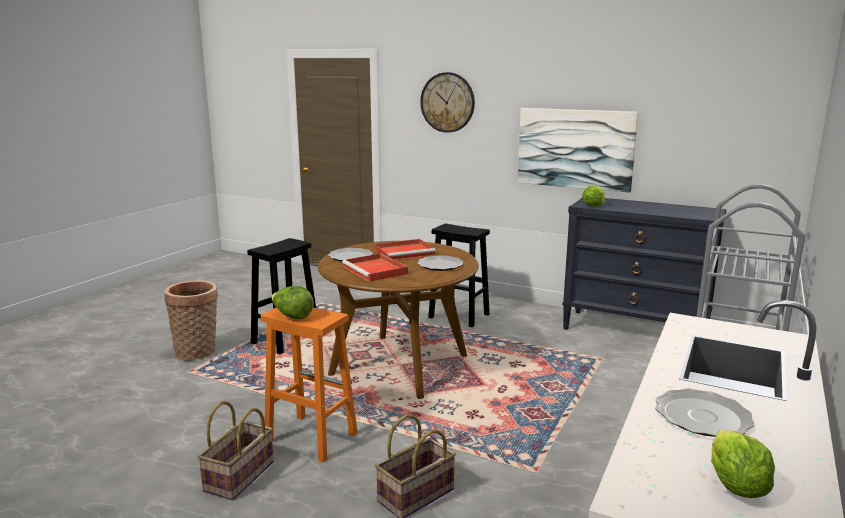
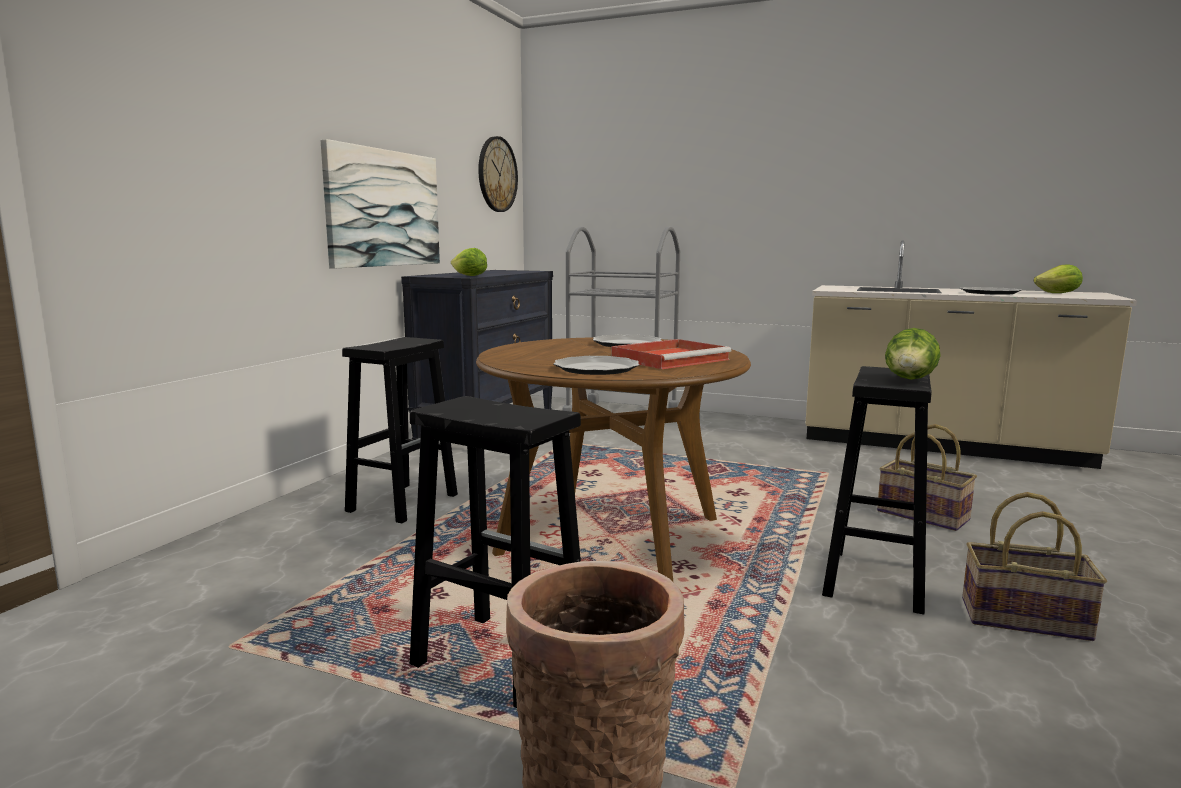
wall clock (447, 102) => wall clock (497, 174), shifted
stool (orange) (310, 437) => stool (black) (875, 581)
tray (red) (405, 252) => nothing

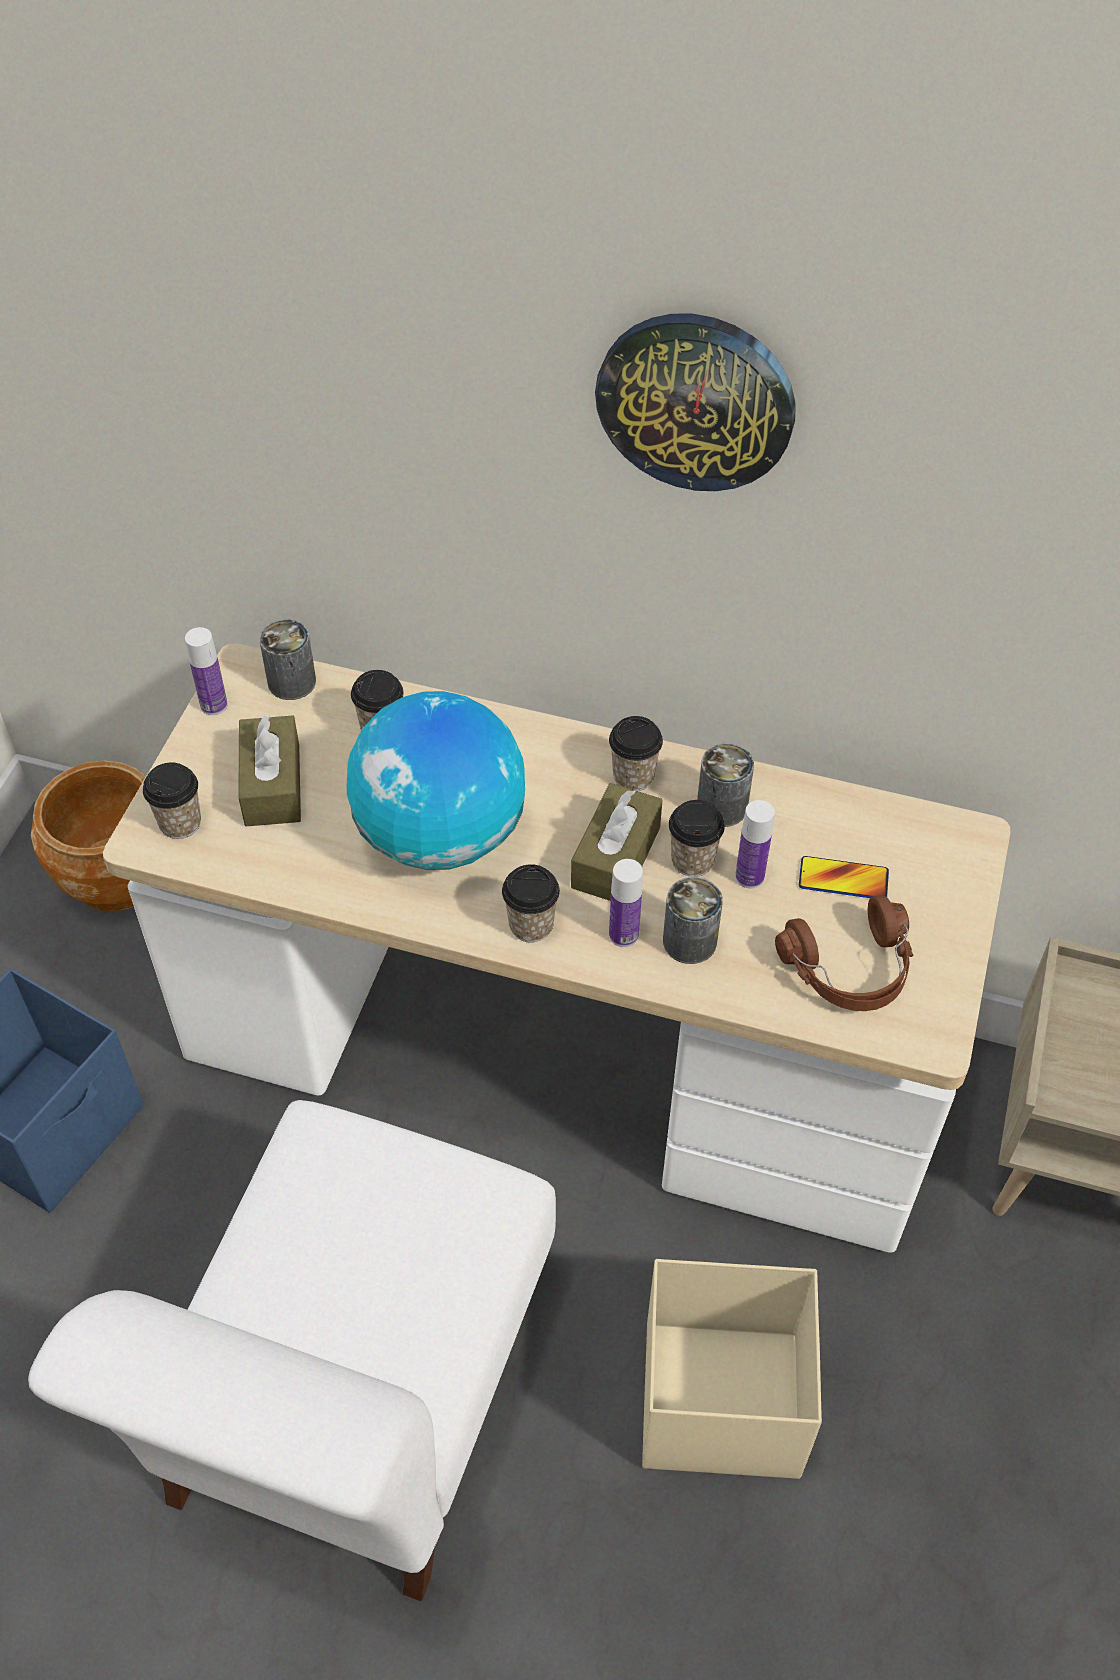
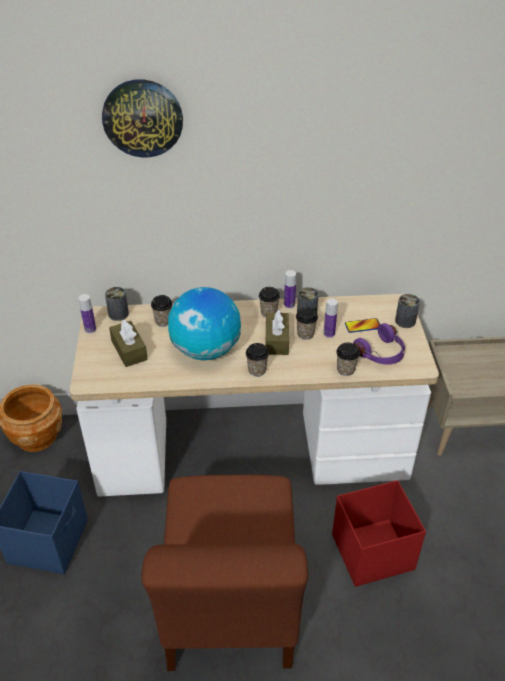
wall clock (696, 401) => wall clock (142, 118), shifted
chair (white) (354, 1403) => chair (brown) (229, 603)
bottle (623, 935) => bottle (289, 305), shifted
storage box (beige) (718, 1398) => storage box (red) (371, 552)
cup (180, 823) => cup (345, 370), shifted
headphones (brown) (850, 971) => headphones (purple) (381, 354)
can (689, 941) => can (405, 321), shifted

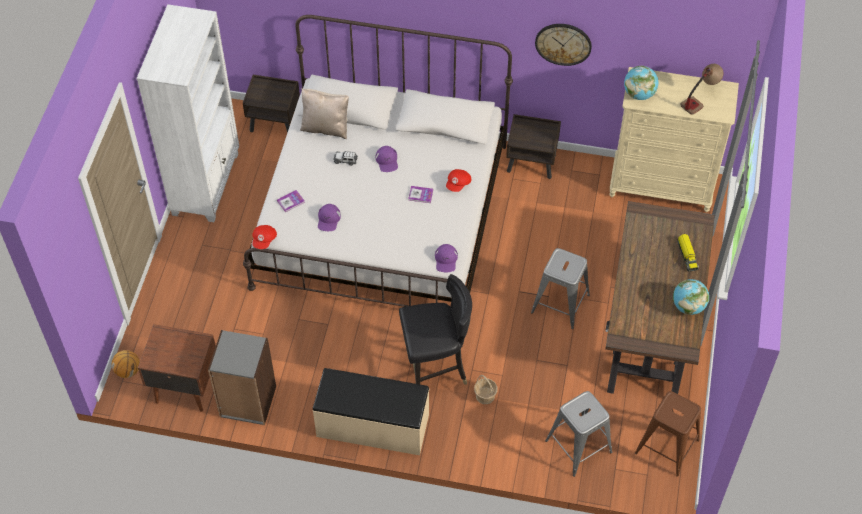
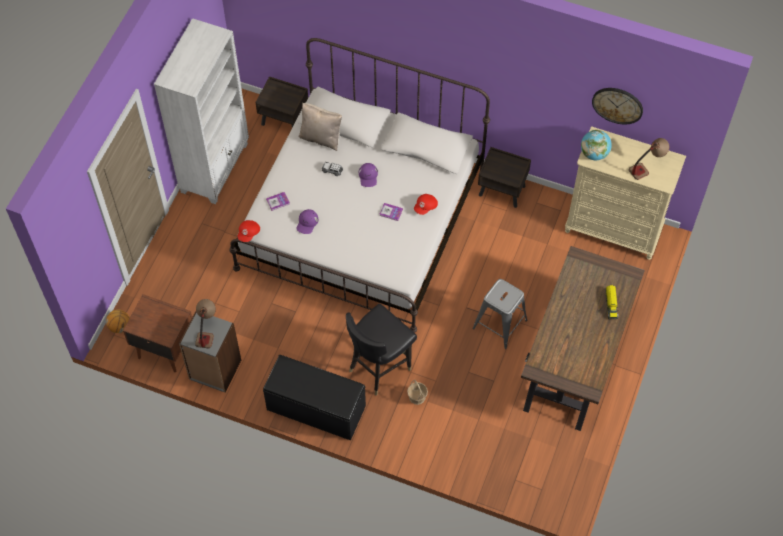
nothing => table lamp (206, 331)
bench (beige) (372, 426) => bench (black) (316, 408)
chair (black) (435, 370) => chair (black) (379, 367), 135 degrees clockwise
wall clock (563, 43) => wall clock (617, 105), shifted
cap (purple) (446, 260) => nothing
stool (grey) (578, 446) => nothing
stool (brown) (666, 446) => nothing
globe (688, 306) => nothing

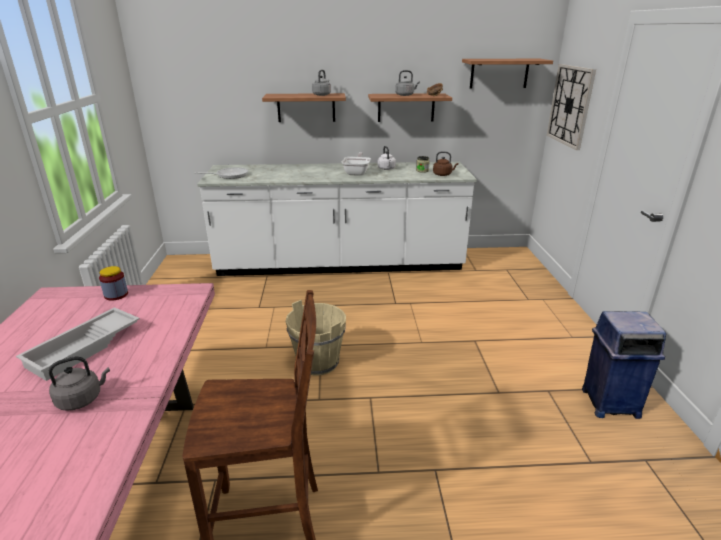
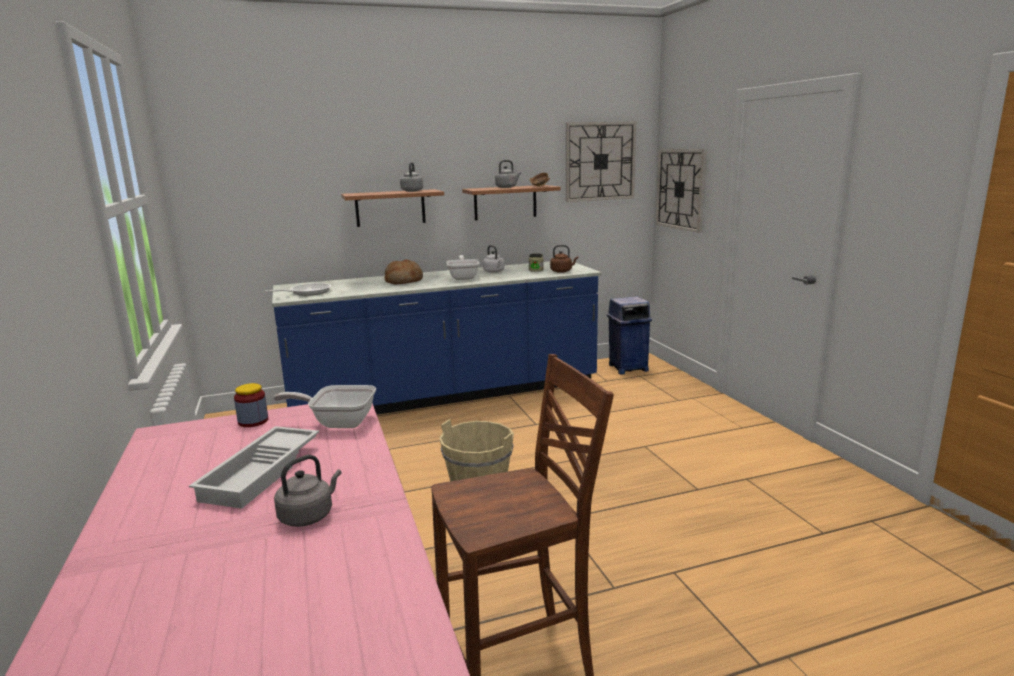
counter (white) (340, 264) => counter (blue) (446, 395)
nothing => frying pan (338, 422)
nothing => bread (404, 281)
shelf (499, 73) => wall clock (600, 161)
trash can (blue) (608, 403) => trash can (blue) (627, 368), shifted

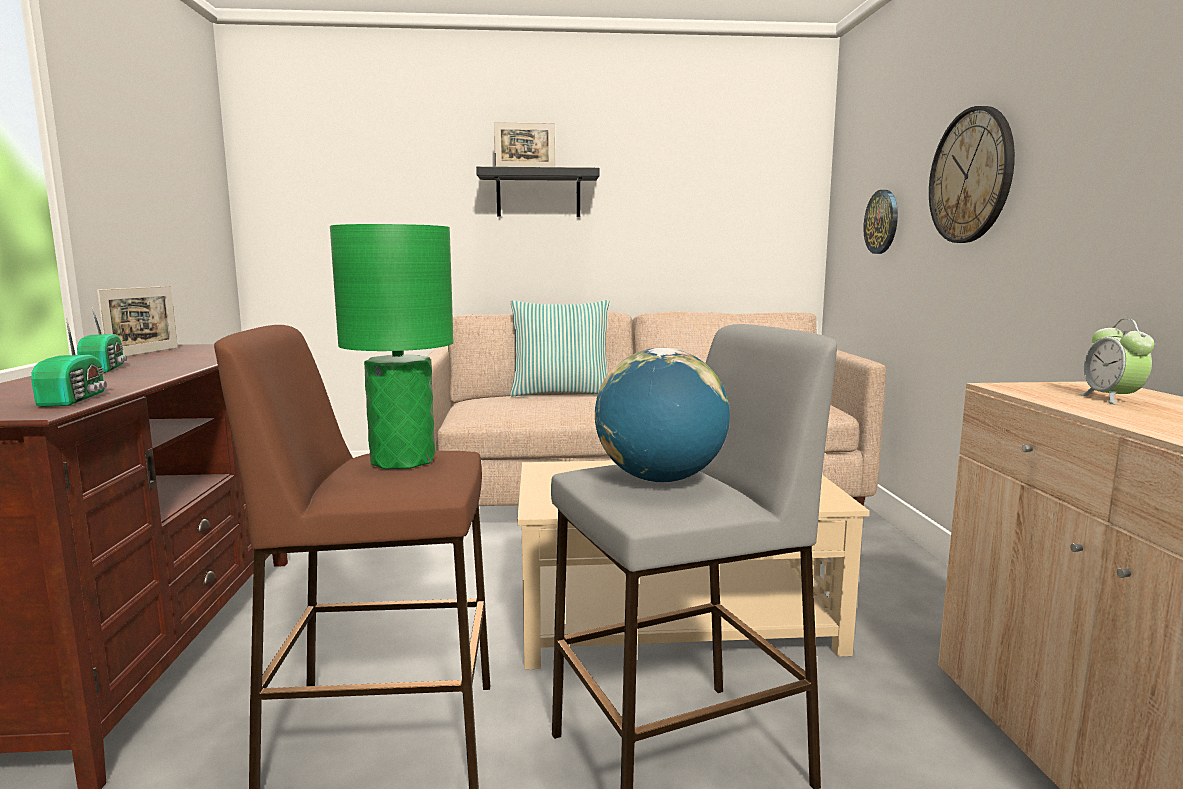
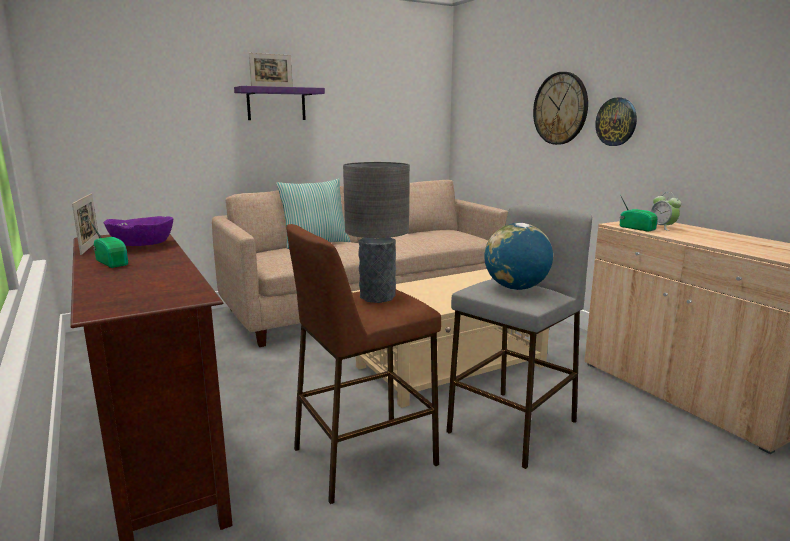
nothing => bowl (purple) (142, 245)
shelf (black) (538, 194) => shelf (purple) (276, 104)
table lamp (green) (402, 461) => table lamp (grey) (377, 297)
wall clock (882, 222) => wall clock (616, 122), shifted
radio (76, 398) => radio (636, 228), shifted

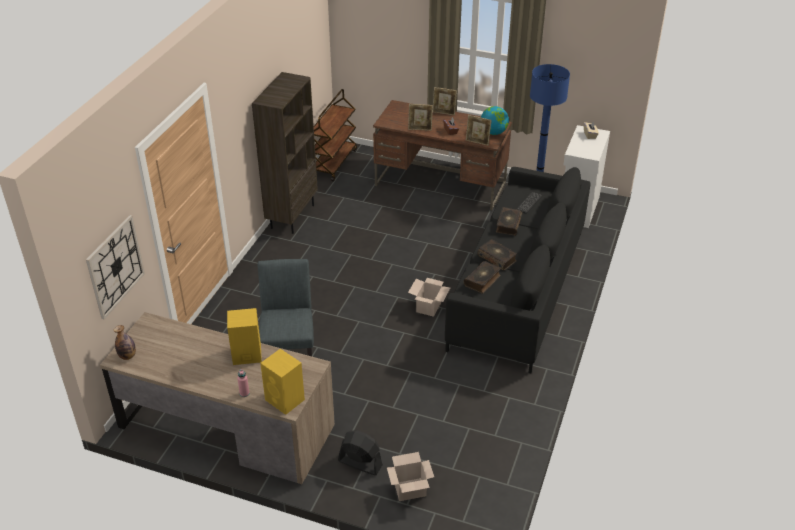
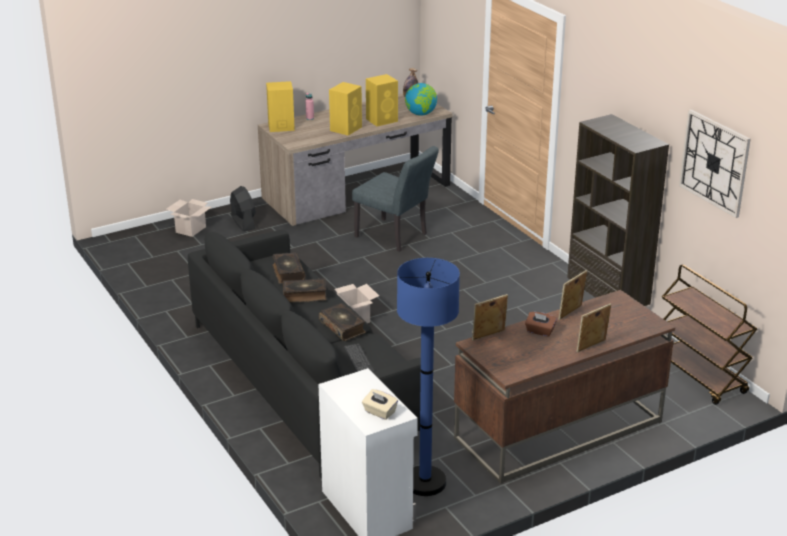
fan (black) (360, 463) => fan (black) (243, 222), 90 degrees counterclockwise
nothing => speaker (yellow) (382, 120)
globe (493, 132) => globe (421, 114), shifted
wall clock (115, 266) => wall clock (714, 162), shifted

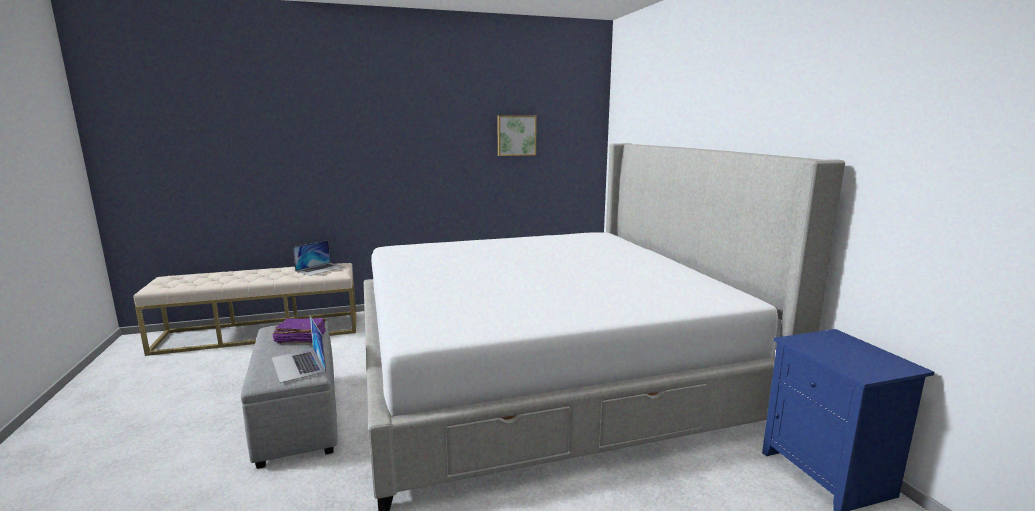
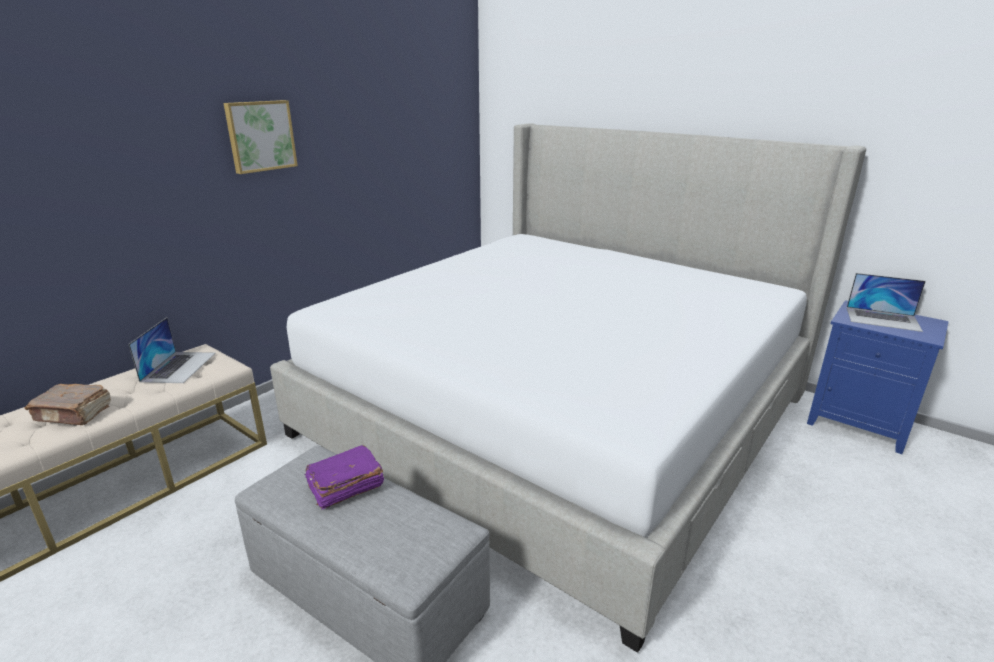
nothing => book (brown) (74, 414)
picture (516, 135) => picture (260, 136), shifted
laptop (298, 365) => laptop (883, 319), shifted

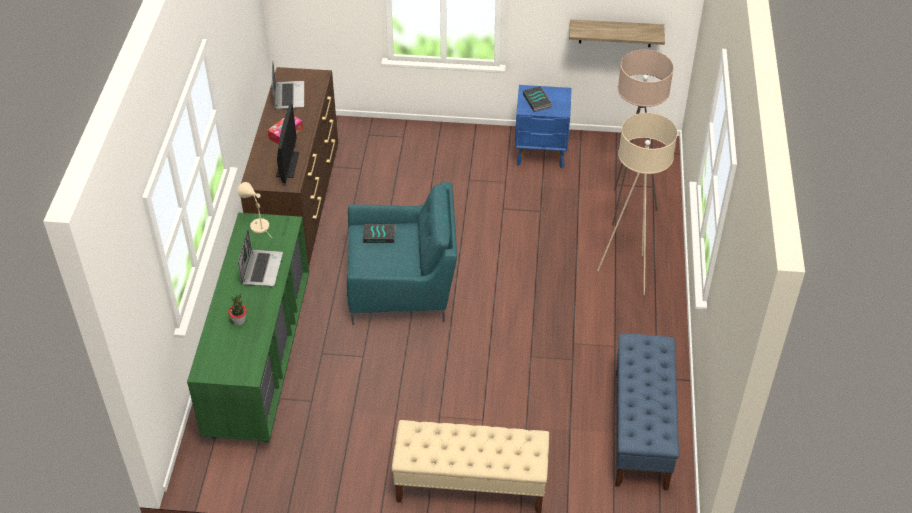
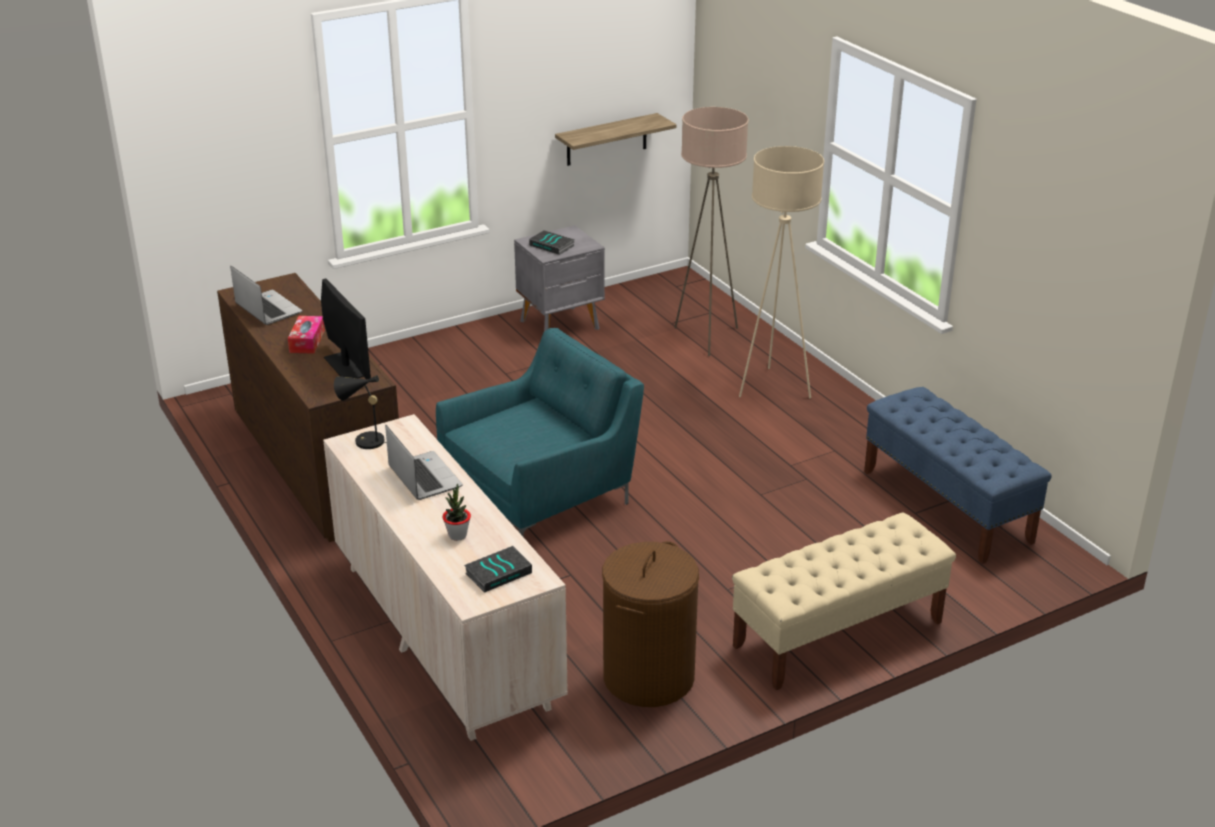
dresser (green) (260, 361) => dresser (beige) (444, 634)
table lamp (beige) (257, 225) => table lamp (black) (365, 441)
book (379, 235) => book (498, 572), shifted
nightstand (blue) (541, 153) => nightstand (grey) (561, 325)
nothing => laundry basket (brown) (648, 677)

